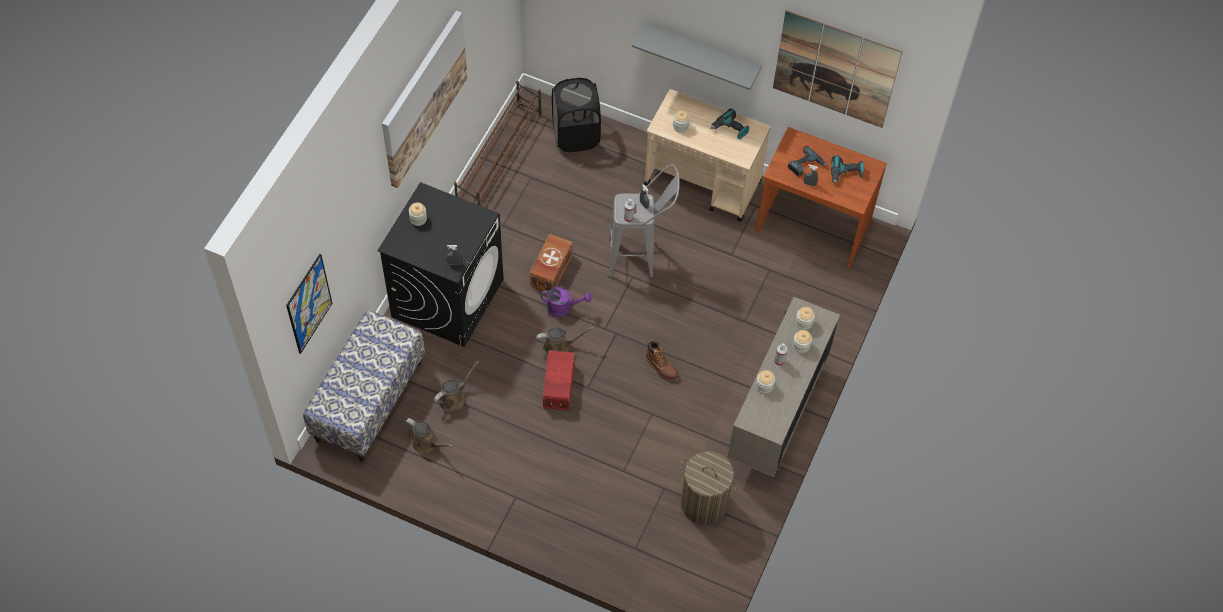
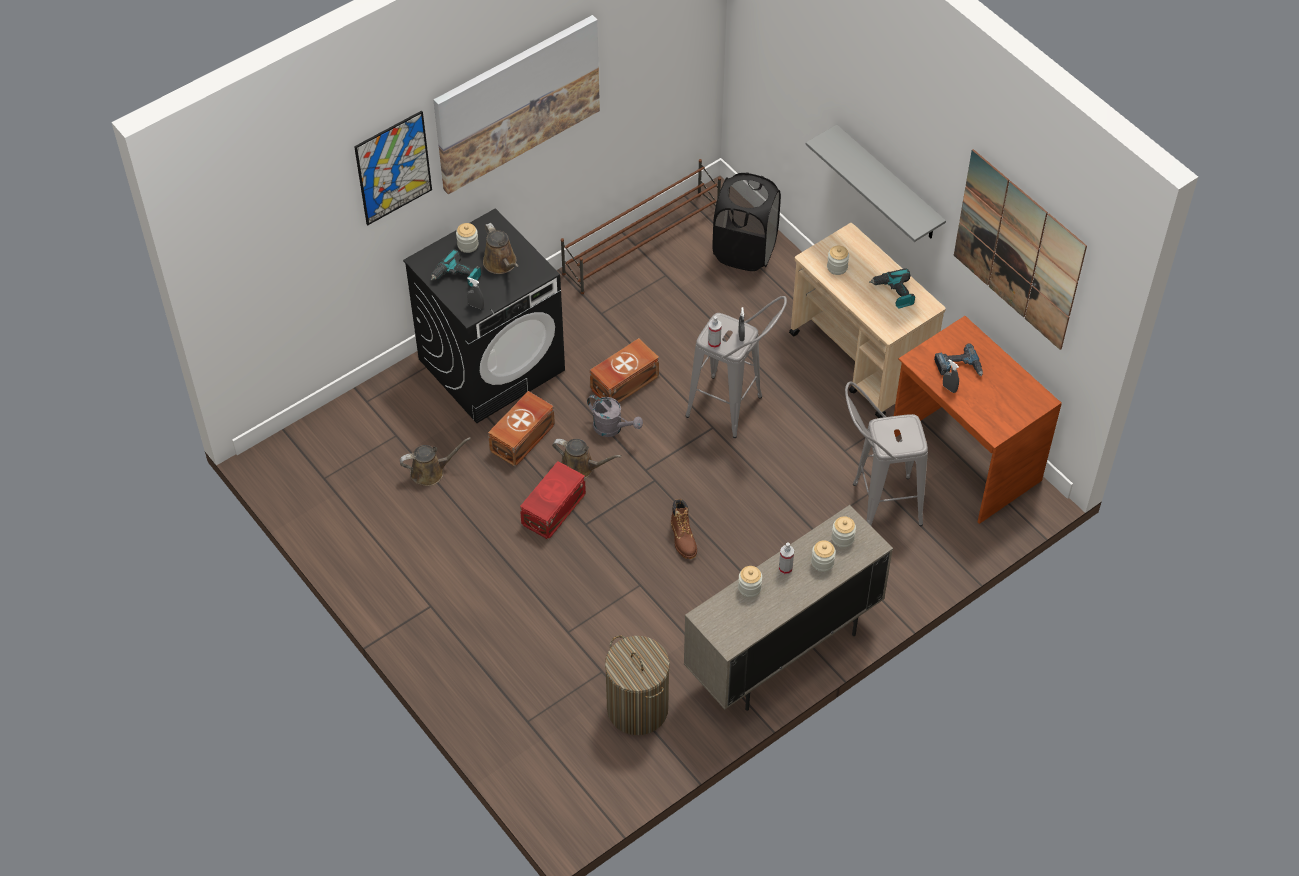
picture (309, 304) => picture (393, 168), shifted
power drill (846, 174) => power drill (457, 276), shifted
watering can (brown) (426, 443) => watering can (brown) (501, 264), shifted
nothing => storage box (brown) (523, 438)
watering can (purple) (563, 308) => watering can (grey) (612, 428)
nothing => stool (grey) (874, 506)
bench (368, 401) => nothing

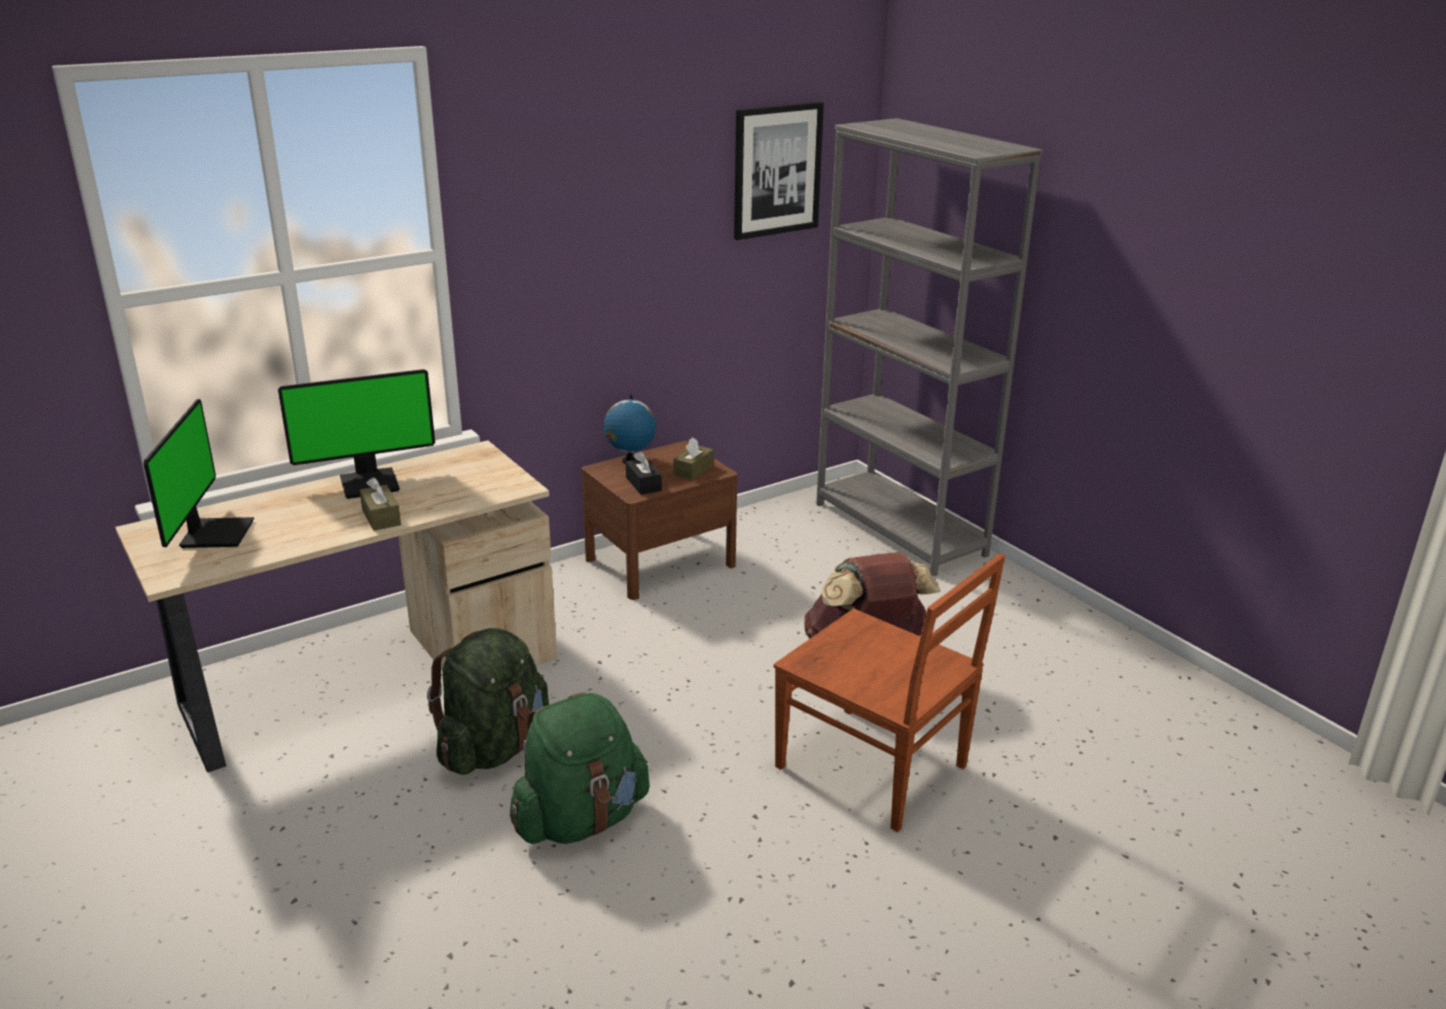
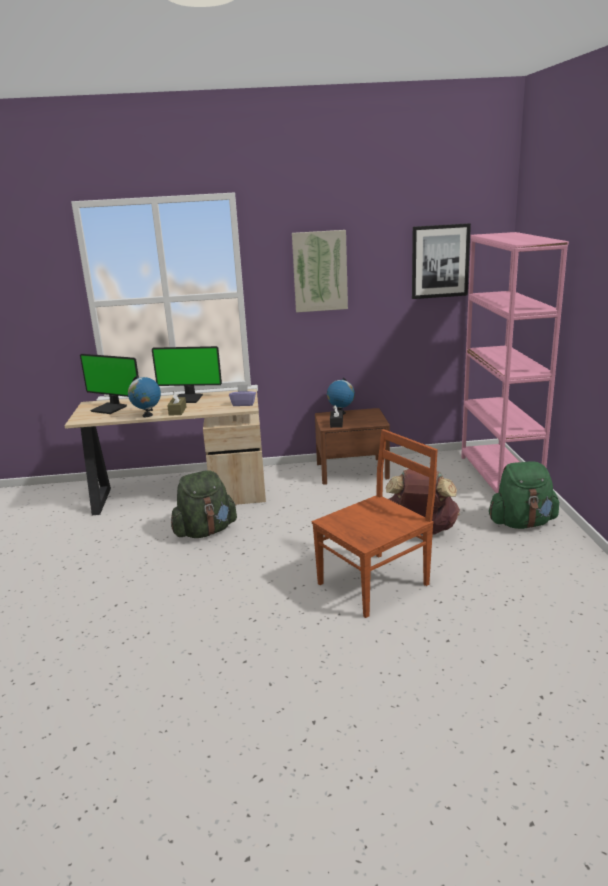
monitor (214, 533) => monitor (110, 408), 90 degrees clockwise
nothing => globe (147, 415)
nothing => tissue box (purple) (243, 404)
nothing => picture (320, 271)
chair (brown) (875, 769) => chair (brown) (375, 583), 105 degrees counterclockwise
bookcase (grey) (899, 529) => bookcase (pink) (499, 476)
backpack (green) (581, 820) => backpack (green) (522, 523), shifted
tissue box (brown) (693, 470) => nothing

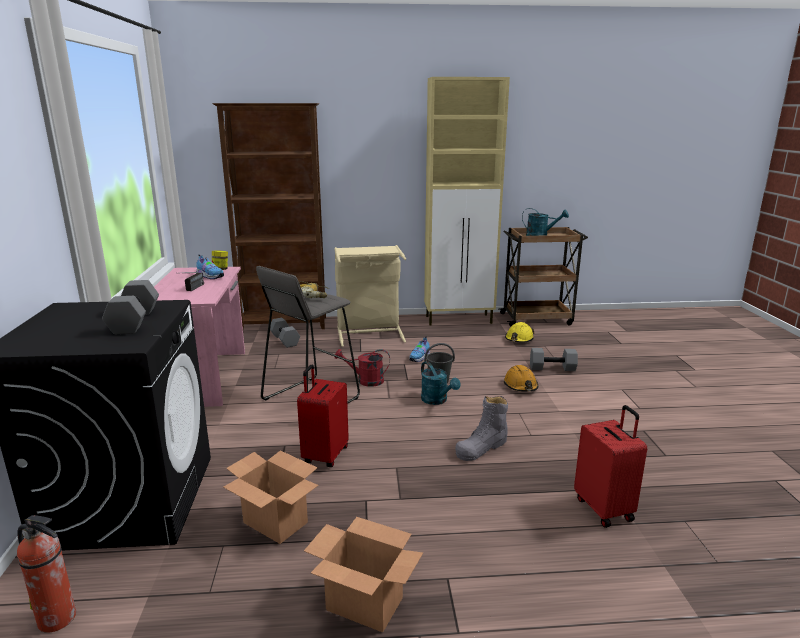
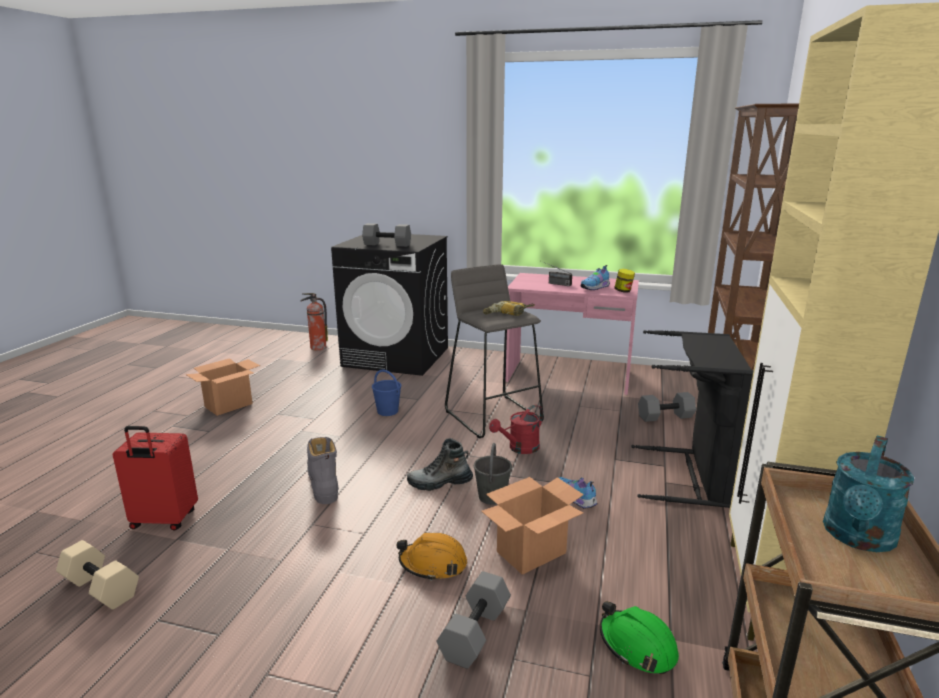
nothing => dumbbell (beige) (99, 588)
suitcase (red) (324, 455) => bucket (blue) (388, 411)
watering can (turquoise) (437, 400) => boot (440, 483)
cardboard box (276, 522) => cardboard box (531, 553), shifted
watering can (red) (365, 381) => watering can (red) (519, 448), 150 degrees counterclockwise
hard hat (yellow) (519, 339) => hard hat (green) (637, 646)
laundry basket (beige) (369, 332) => laundry basket (black) (690, 477)

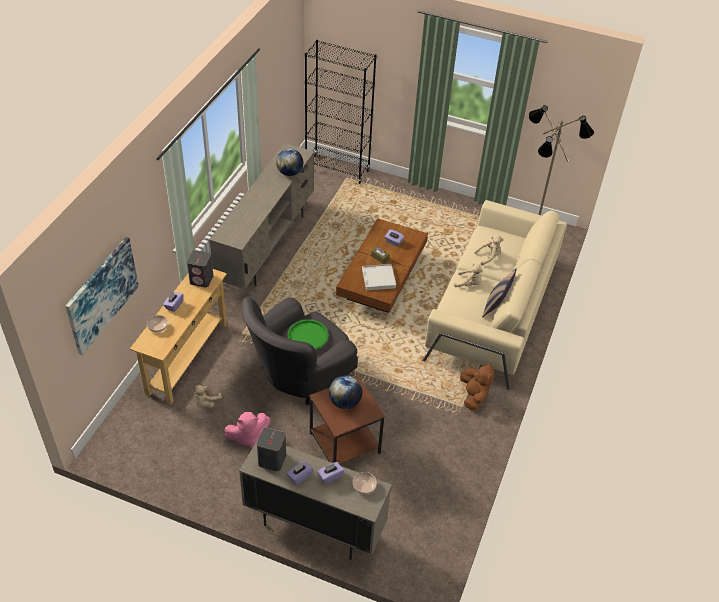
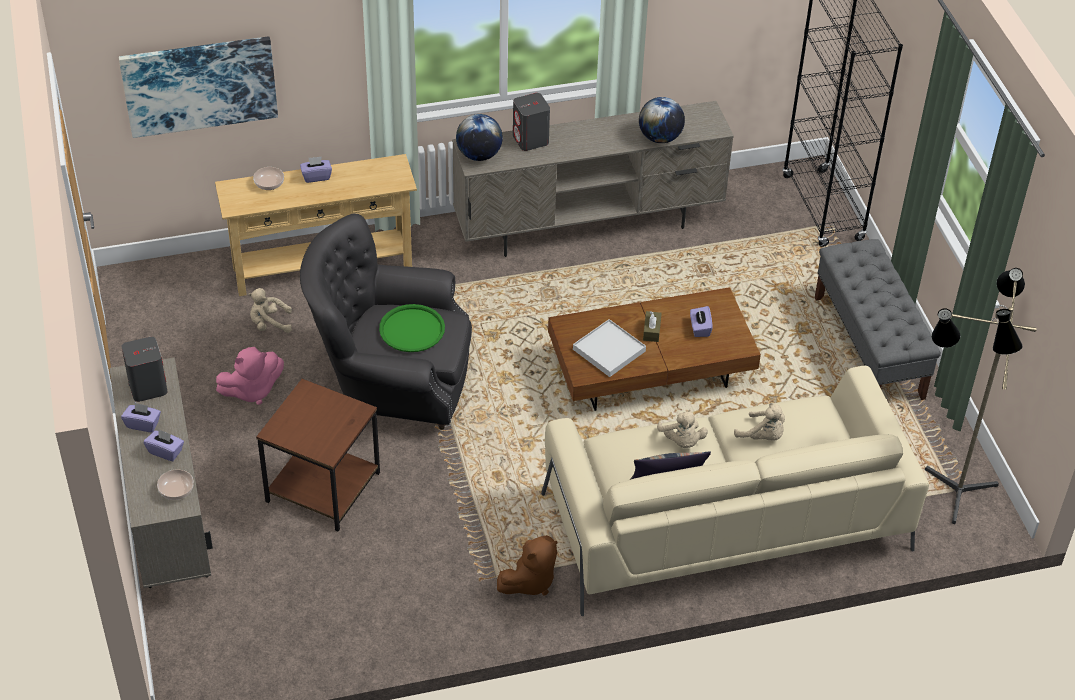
plush toy (pink) (248, 436) => plush toy (pink) (252, 390), 60 degrees counterclockwise
globe (345, 402) => globe (479, 155), shifted
speaker (grey) (202, 279) => speaker (grey) (530, 140), shifted
nothing => bench (grey) (869, 347)

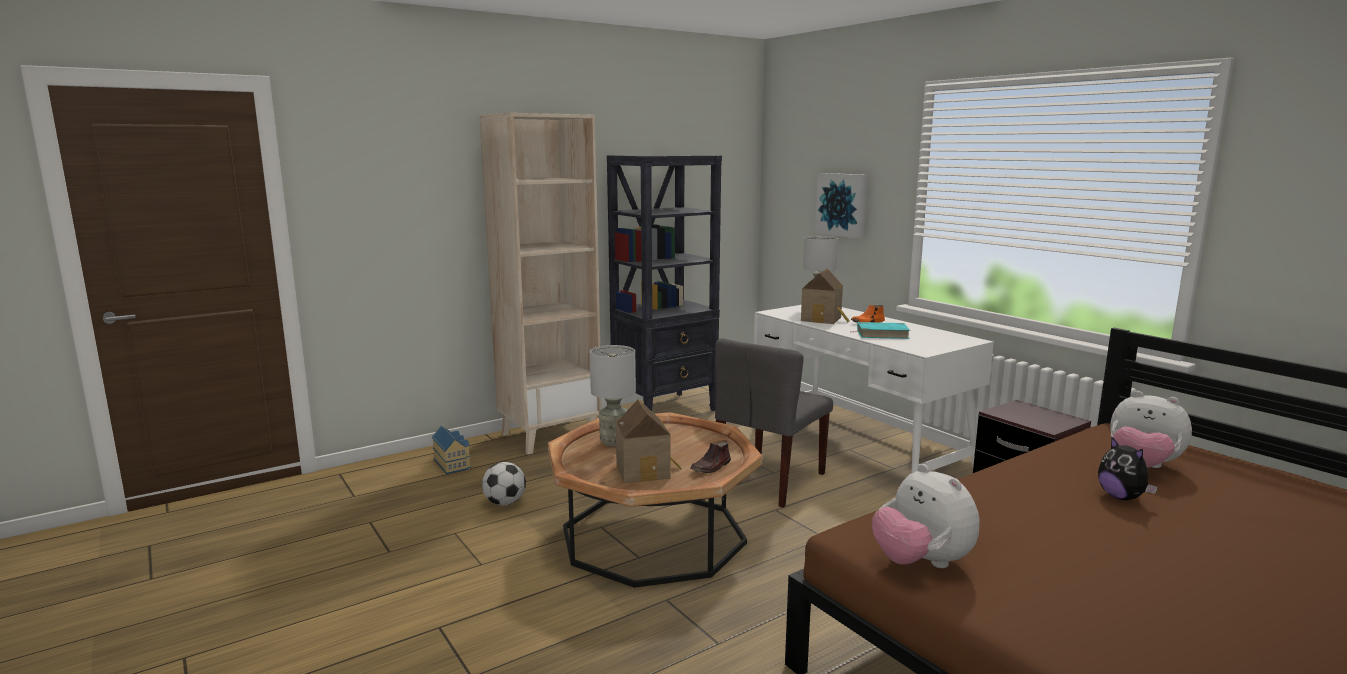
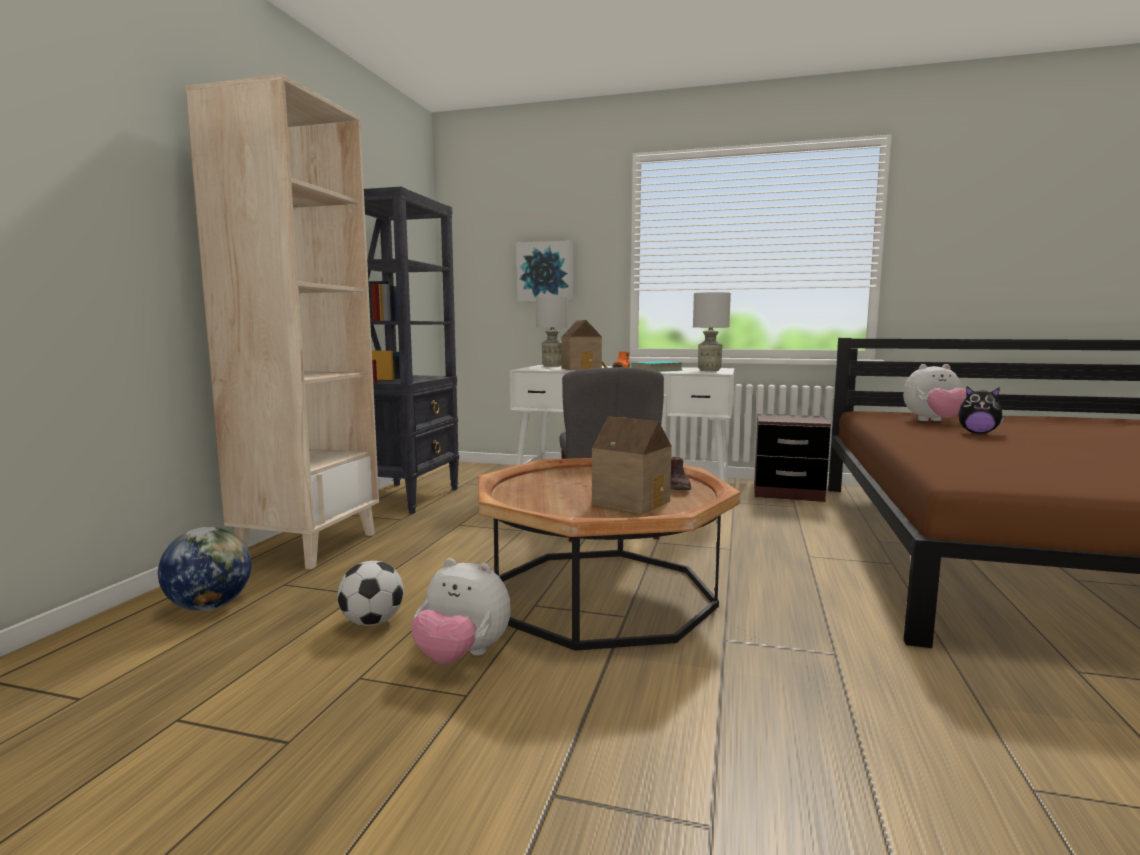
toy house (453, 463) => globe (209, 606)
plush toy (921, 563) => plush toy (462, 656), shifted
table lamp (grey) (614, 442) => table lamp (grey) (709, 370), shifted

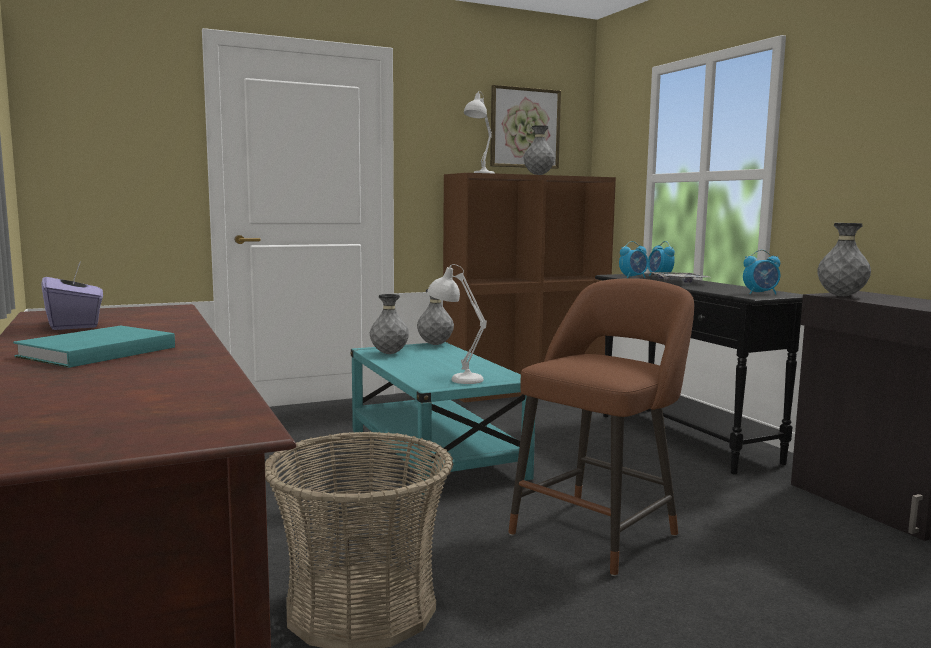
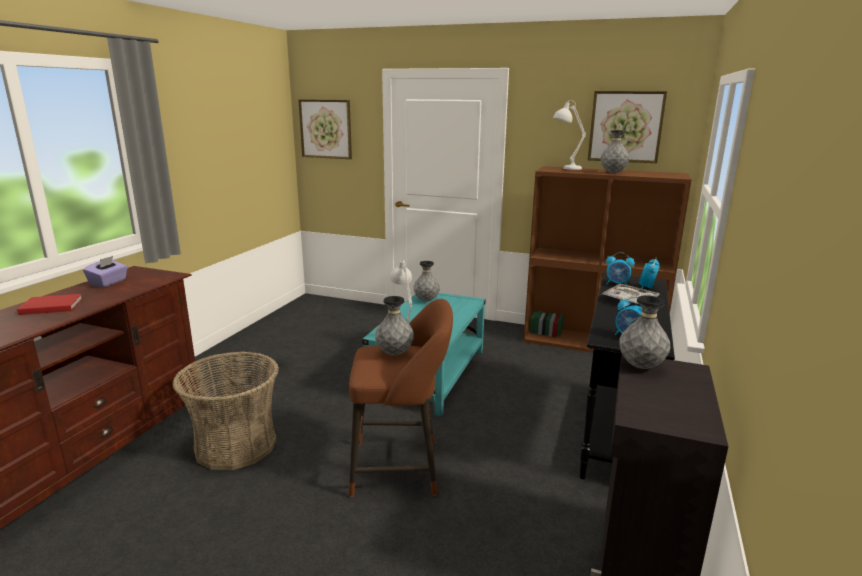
book (turquoise) (93, 352) => book (red) (50, 306)
nothing => picture (326, 129)
vase (grey) (435, 344) => vase (grey) (394, 354), shifted

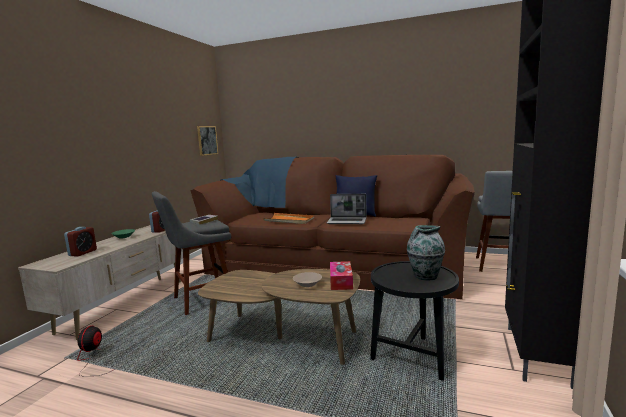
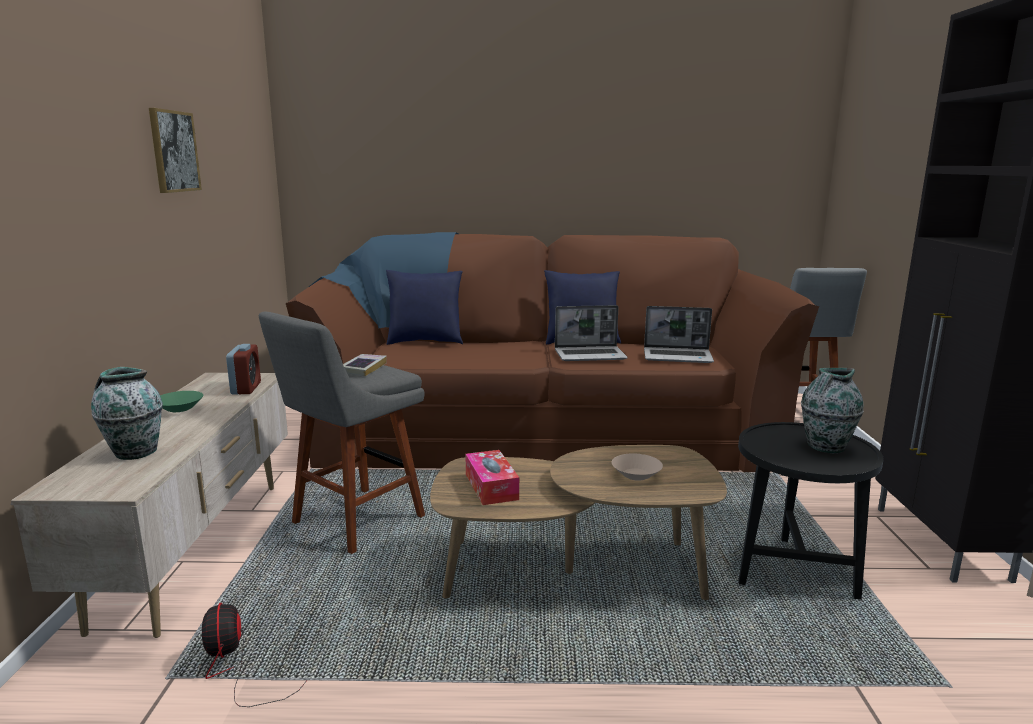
alarm clock (83, 253) => vase (134, 452)
picture (207, 140) => picture (174, 151), shifted
nothing => pillow (blue) (425, 342)
tissue box (341, 281) => tissue box (491, 487), shifted
nothing => laptop (678, 356)
tray (orange) (289, 220) => nothing

